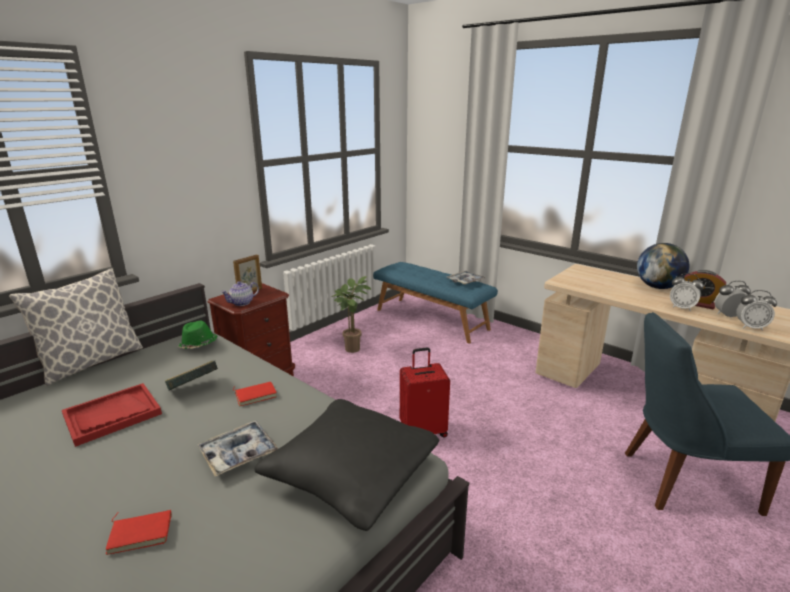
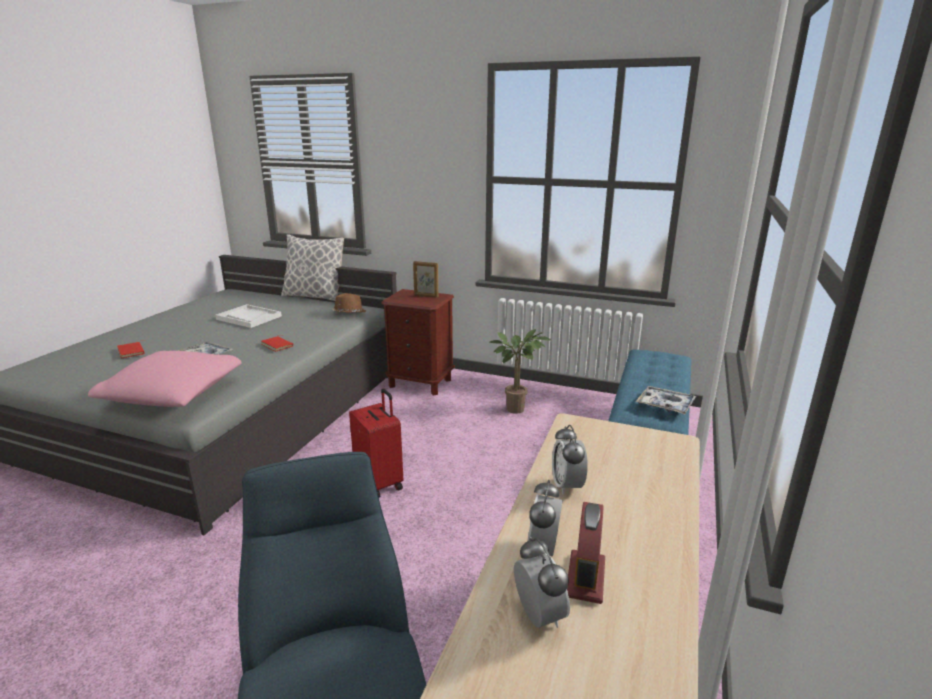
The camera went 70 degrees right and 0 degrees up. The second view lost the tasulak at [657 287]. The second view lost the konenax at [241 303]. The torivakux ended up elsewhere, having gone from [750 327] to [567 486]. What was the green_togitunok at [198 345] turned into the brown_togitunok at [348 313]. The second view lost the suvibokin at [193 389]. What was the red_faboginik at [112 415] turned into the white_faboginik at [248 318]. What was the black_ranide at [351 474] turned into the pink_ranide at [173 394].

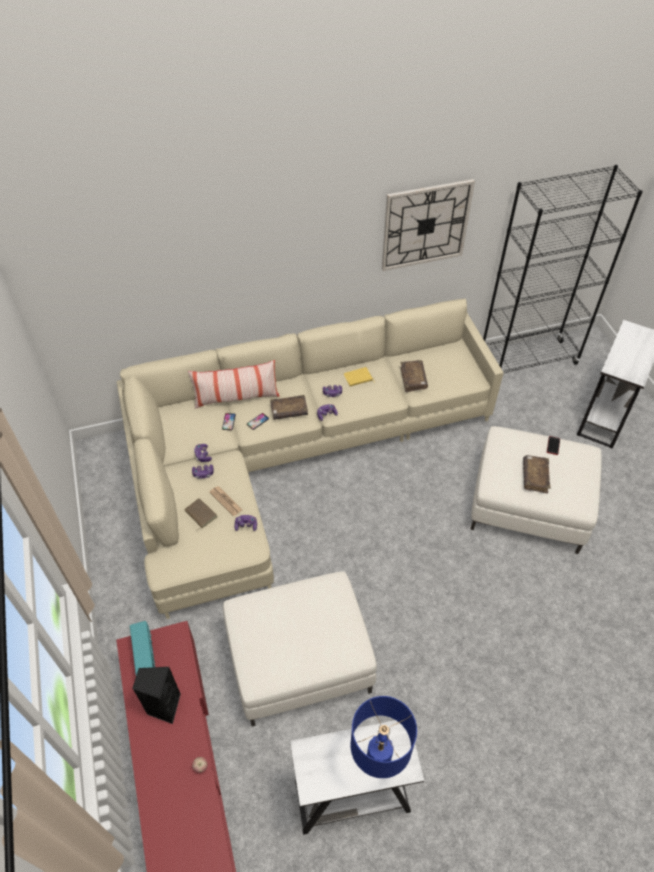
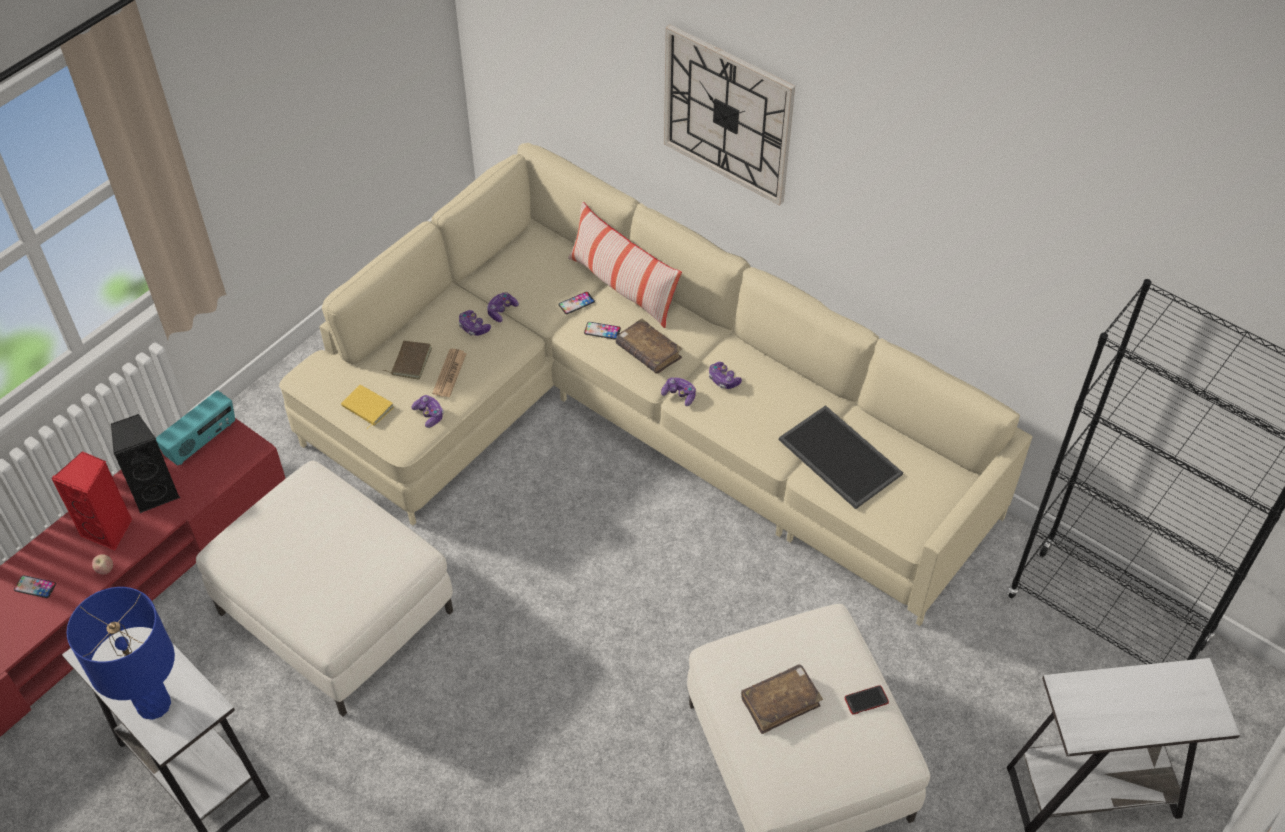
The camera went 55 degrees right and 0 degrees up. The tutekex ended up elsewhere, having gone from [425 225] to [727 114]. Where the brown_suvibokin stood at [413 379], the faboginik came to stand at [837 457]. The yellow_suvibokin ended up elsewhere, having gone from [358 378] to [366 408]. The second view gained the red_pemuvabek at [109 530]. The second view gained the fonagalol at [35 587].

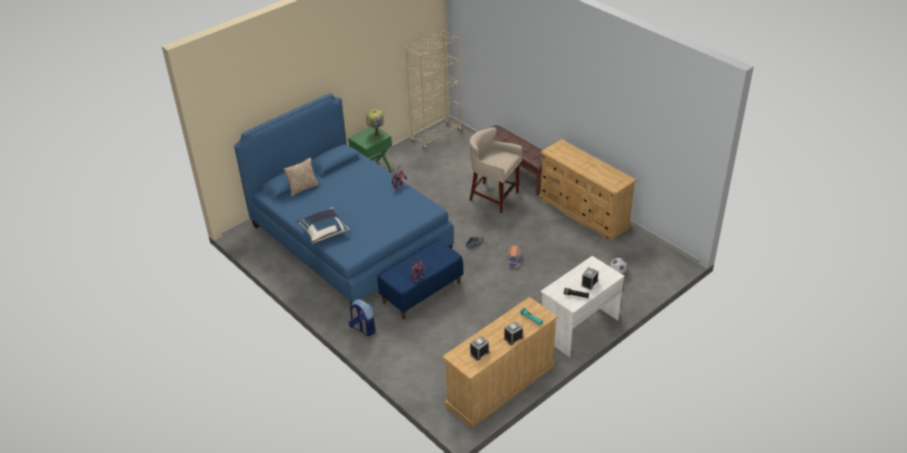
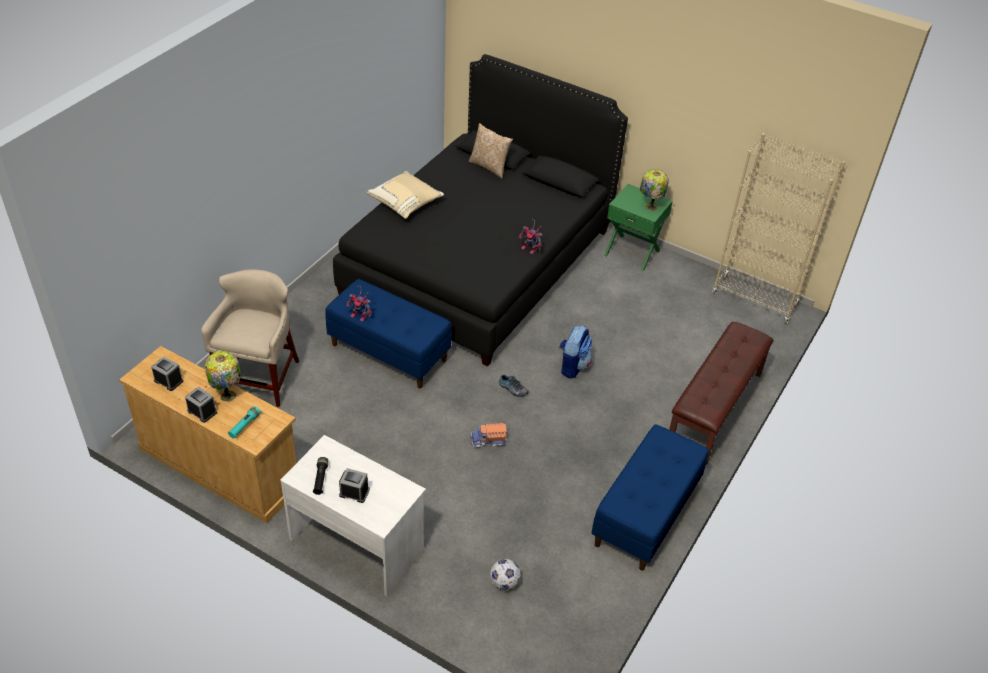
The camera went 70 degrees right and 5 degrees up. What was the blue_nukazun at [349 238] turned into the black_nukazun at [478 262]. The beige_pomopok ended up elsewhere, having gone from [494 197] to [261 379]. Where the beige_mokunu stood at [584 213], the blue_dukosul came to stand at [646 515]. What was the blue_ranide at [324 231] turned into the beige_ranide at [405 203]. The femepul ended up elsewhere, having gone from [363 329] to [572 366]. The second view gained the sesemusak at [228 395].

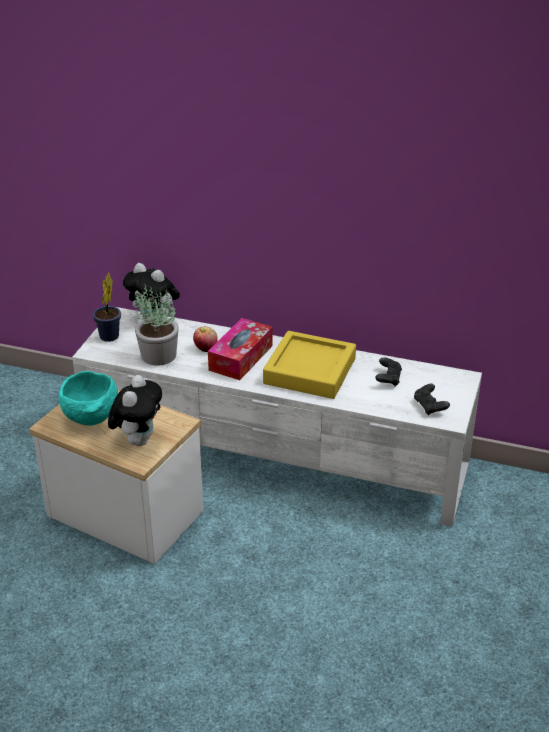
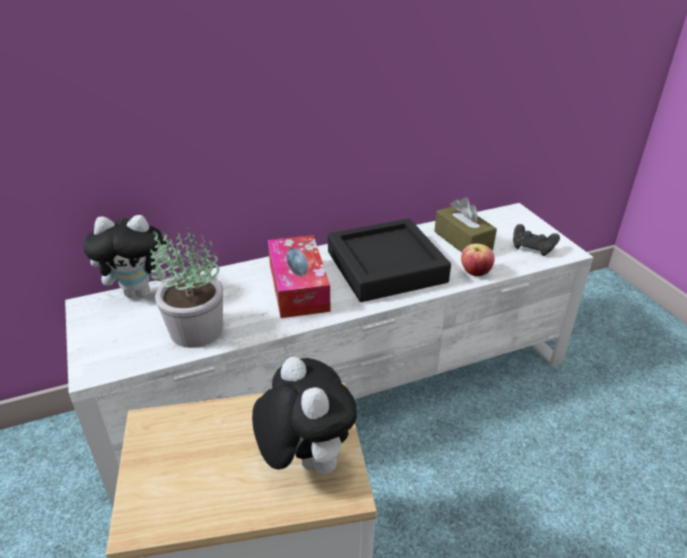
The camera went 40 degrees left and 0 degrees up. The second view lost the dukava at [108 338]. The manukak ended up elsewhere, having gone from [206 349] to [475 273]. What was the yellow_faboginik at [310 371] turned into the black_faboginik at [386 267]. Where the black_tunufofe stood at [388 379], the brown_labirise came to stand at [463 241]. The second view lost the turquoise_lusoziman at [92 418].

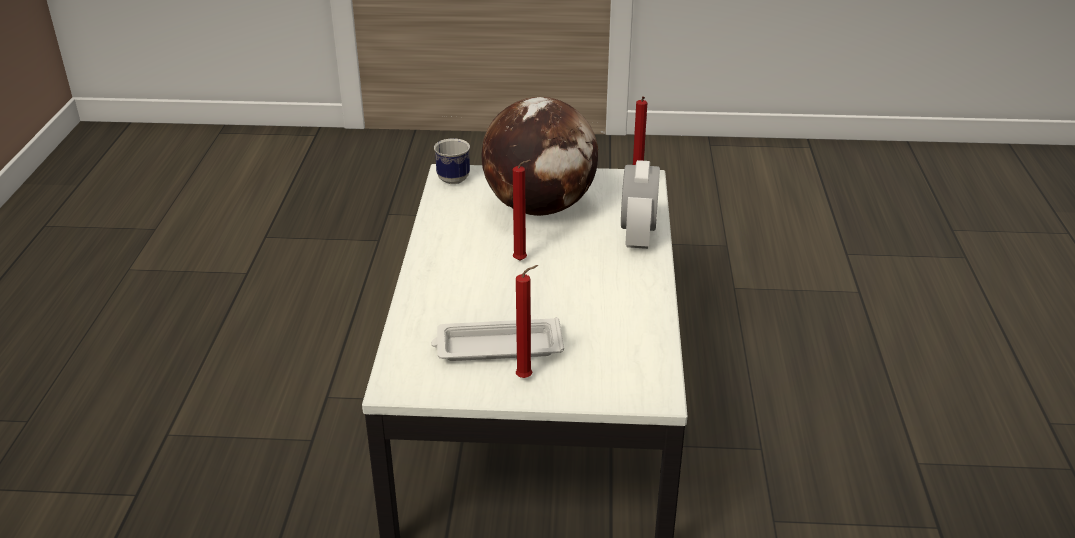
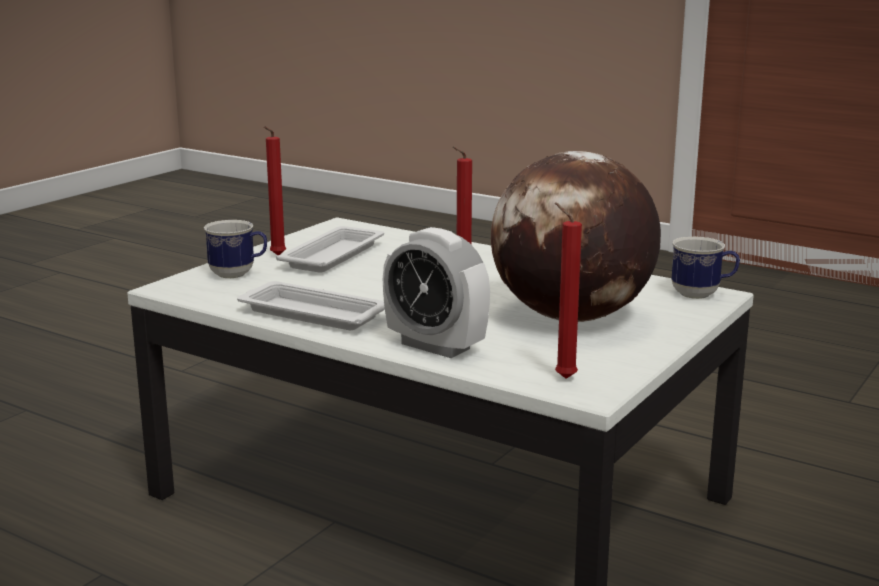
The camera went 120 degrees right and 15 degrees down. The second view gained the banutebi at [238 274]. The second view gained the white_faboginik at [311 314].

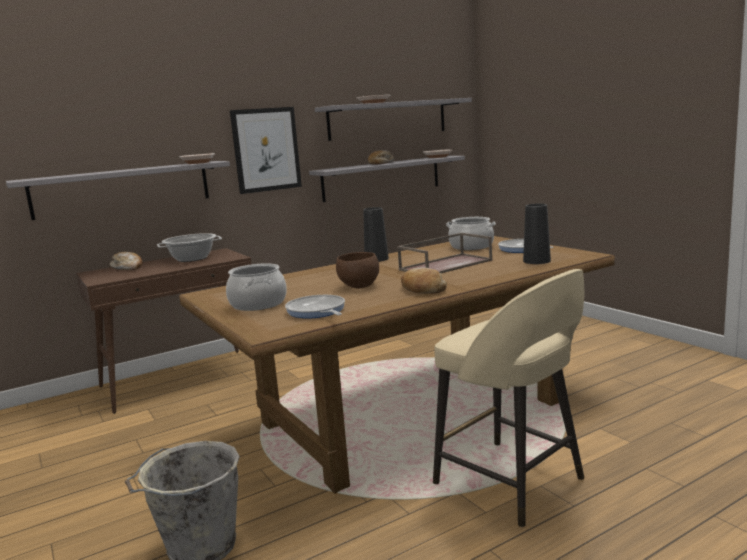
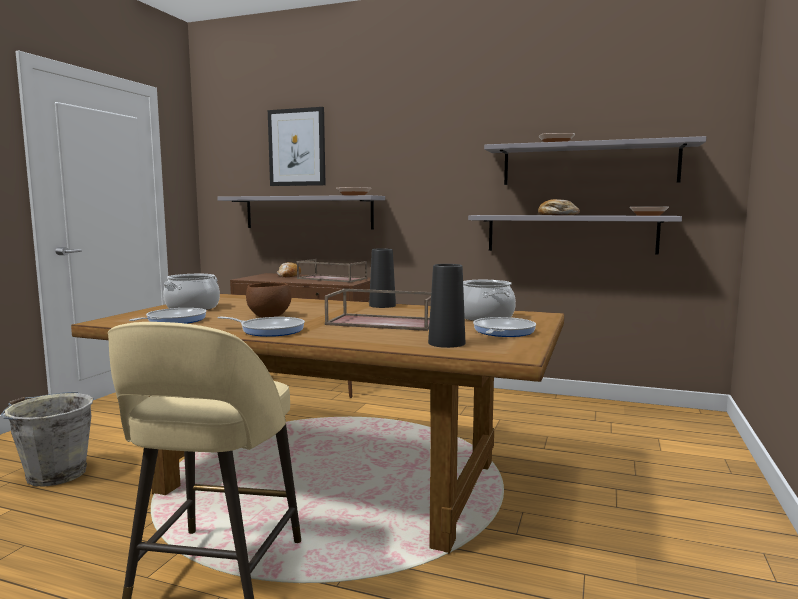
The camera went 50 degrees right and 5 degrees down. The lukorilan ended up elsewhere, having gone from [266 150] to [297 147]. Where the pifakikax stood at [192 259], the brown_faboginik came to stand at [331 278]. Where the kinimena stood at [422 289], the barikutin came to stand at [269 330].

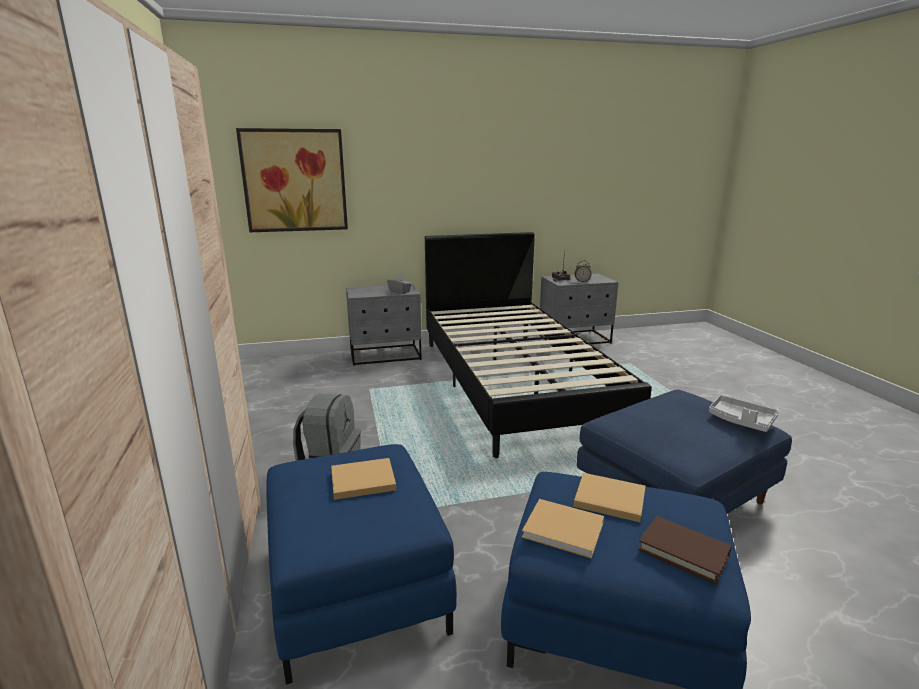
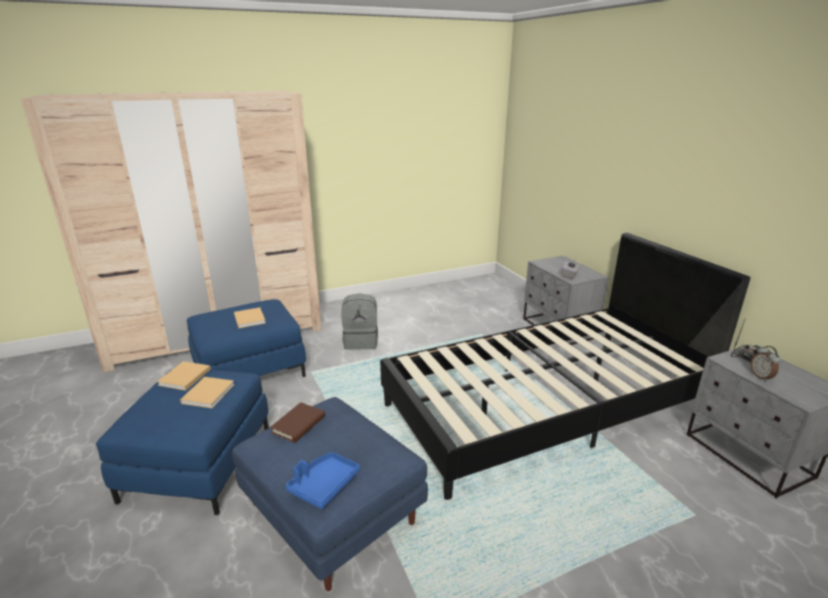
The camera went 80 degrees right and 5 degrees up. The second view lost the lukorilan at [294 181]. What was the grey_faboginik at [741 421] turned into the blue_faboginik at [324 485]. The brown_suvibokin ended up elsewhere, having gone from [683 552] to [298 424].

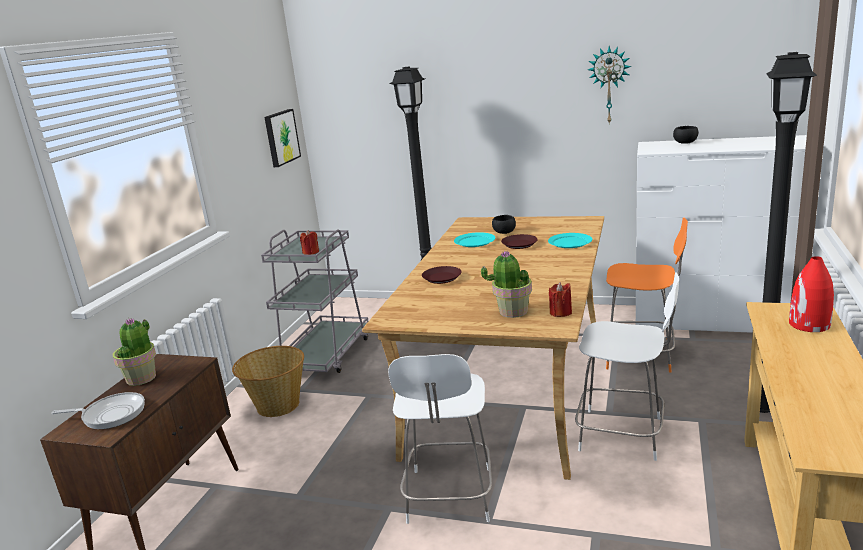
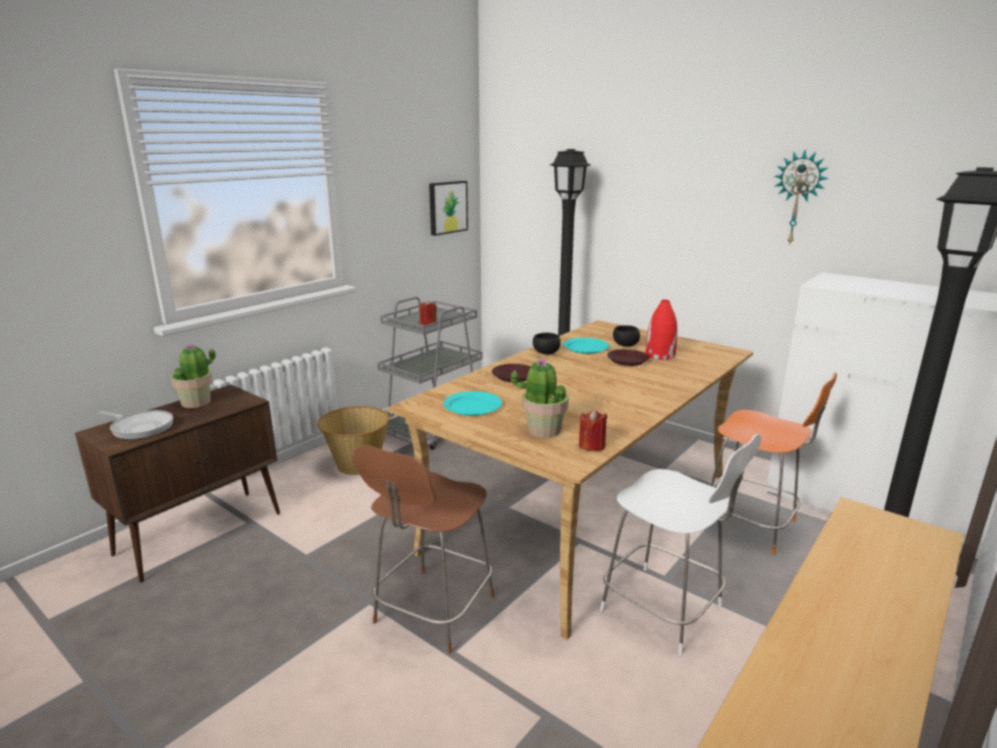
The camera went 20 degrees right and 0 degrees up. The black_lusoziman ended up elsewhere, having gone from [686 143] to [546 353]. The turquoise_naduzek ended up elsewhere, having gone from [570 242] to [473 406]. The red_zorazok ended up elsewhere, having gone from [809 324] to [660 355]. What was the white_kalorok at [449 498] turned into the brown_kalorok at [432 612].

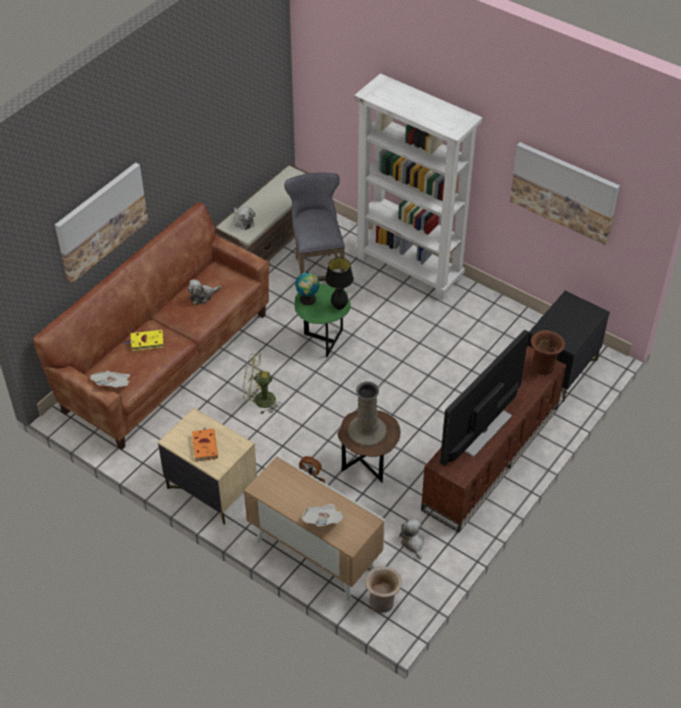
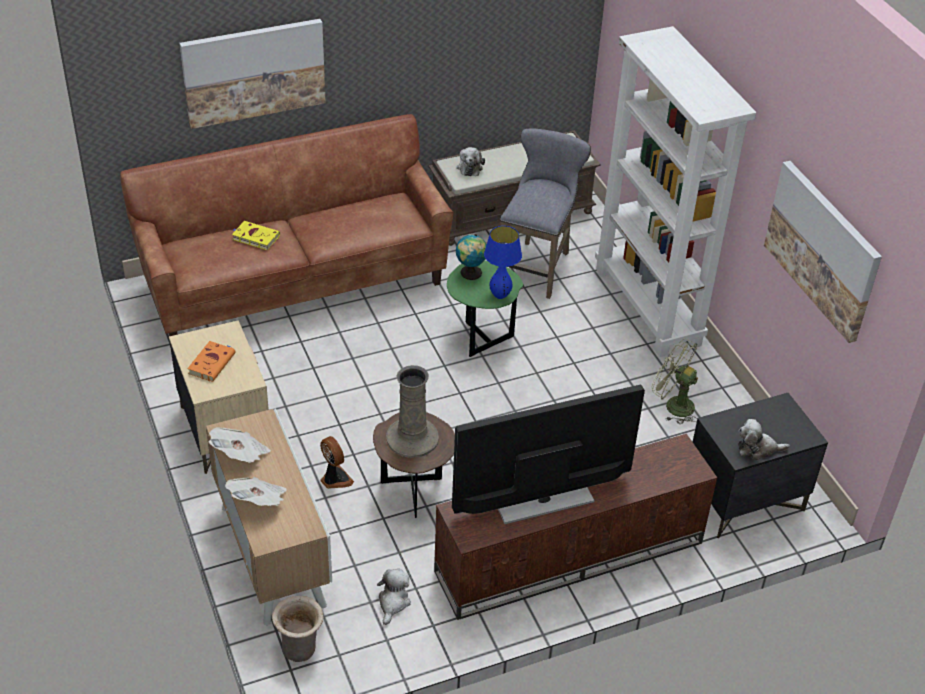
The camera went 30 degrees right and 5 degrees down. What was the black_sesemusak at [339 307] turned into the blue_sesemusak at [500 295]. The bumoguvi ended up elsewhere, having gone from [203 296] to [757 449]. The second view lost the brown_zorazok at [543 366]. The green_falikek ended up elsewhere, having gone from [259 400] to [673 405]. The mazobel ended up elsewhere, having gone from [113 385] to [240 455].

